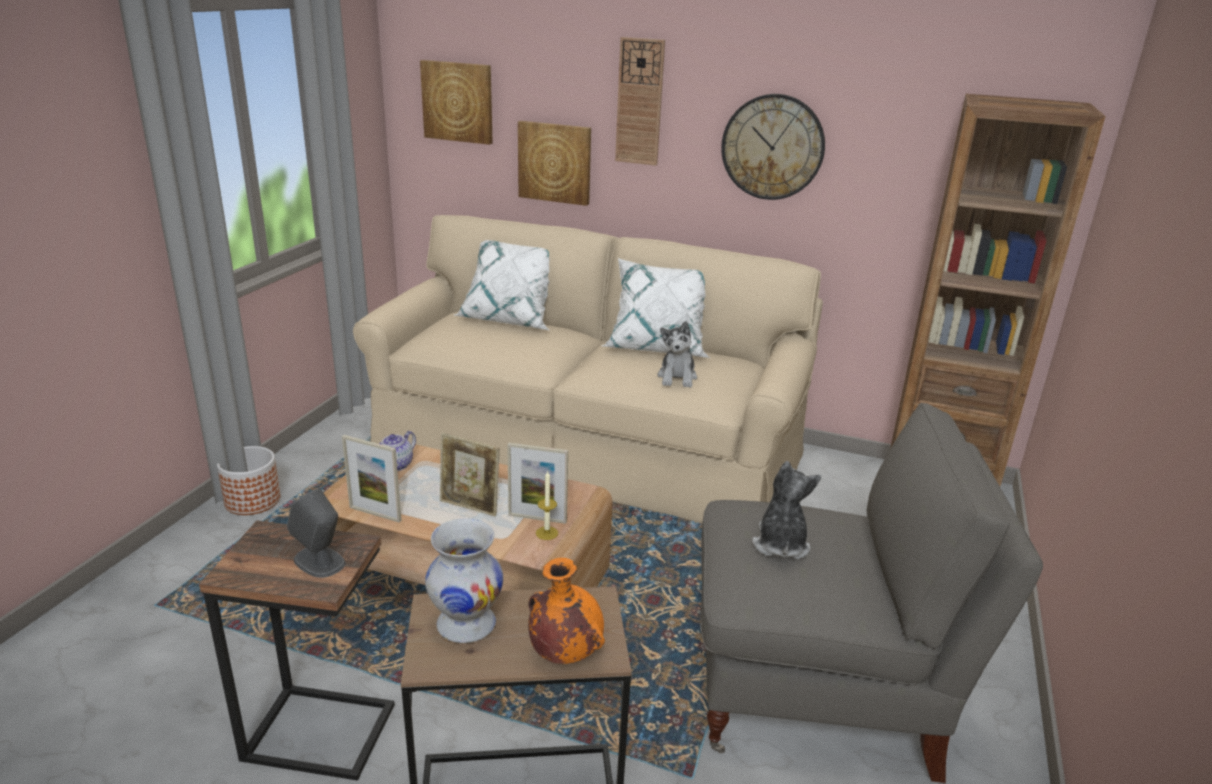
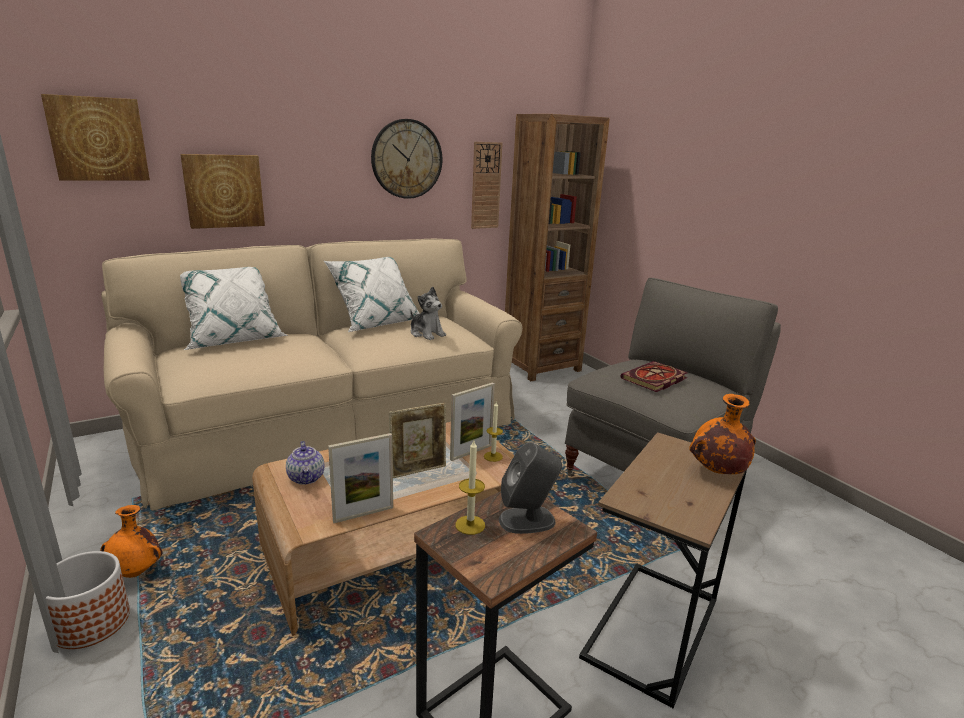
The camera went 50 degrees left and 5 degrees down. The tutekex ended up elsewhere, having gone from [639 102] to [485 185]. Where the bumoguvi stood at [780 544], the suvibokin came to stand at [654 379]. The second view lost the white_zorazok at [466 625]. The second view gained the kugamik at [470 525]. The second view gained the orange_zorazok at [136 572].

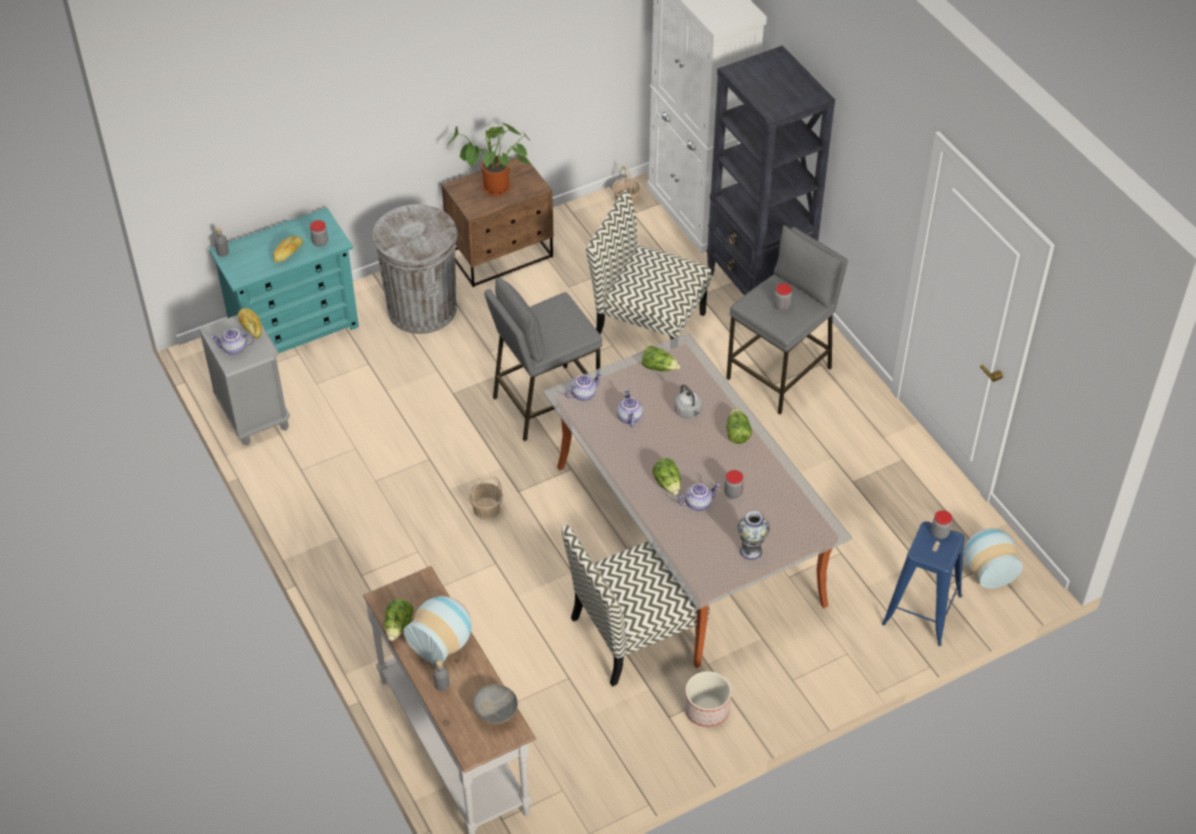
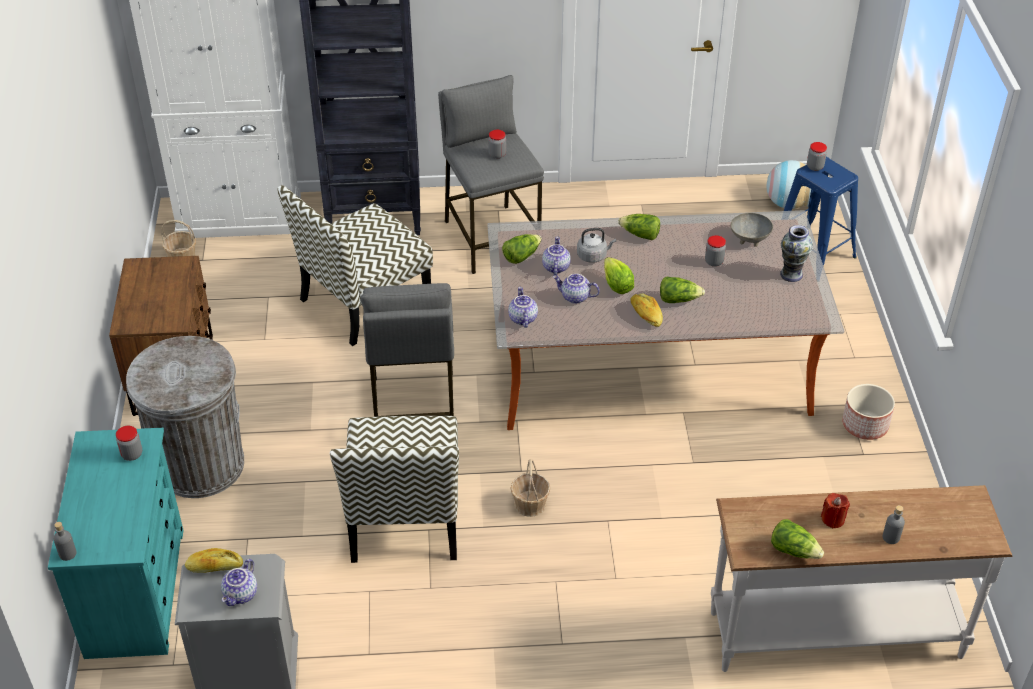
The camera went 65 degrees left and 5 degrees down. The second view lost the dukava at [494 190]. The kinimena ended up elsewhere, having gone from [288 253] to [645 315]. The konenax ended up elsewhere, having gone from [698 503] to [555 267]. The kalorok ended up elsewhere, having gone from [634 634] to [405 518]. Where the zorazok stood at [443 643], the red_kugamik came to stand at [833 519]. The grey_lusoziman ended up elsewhere, having gone from [496 714] to [750 238]. The second view gained the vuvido at [617 286].

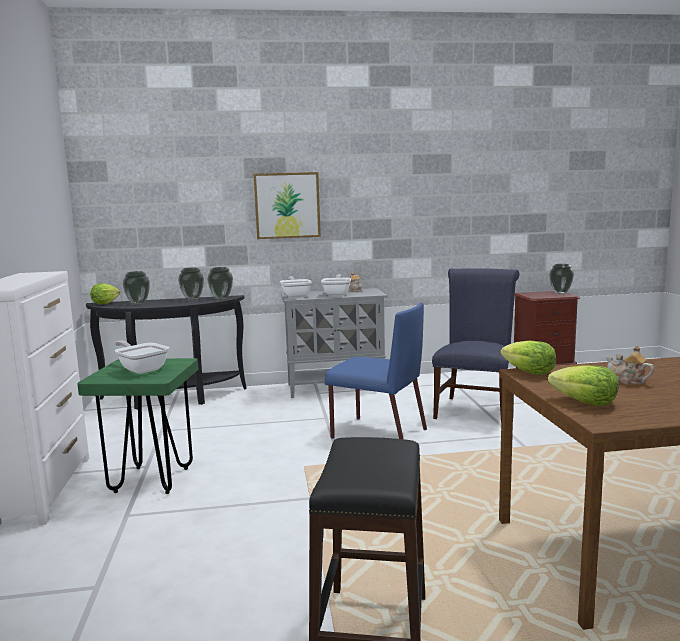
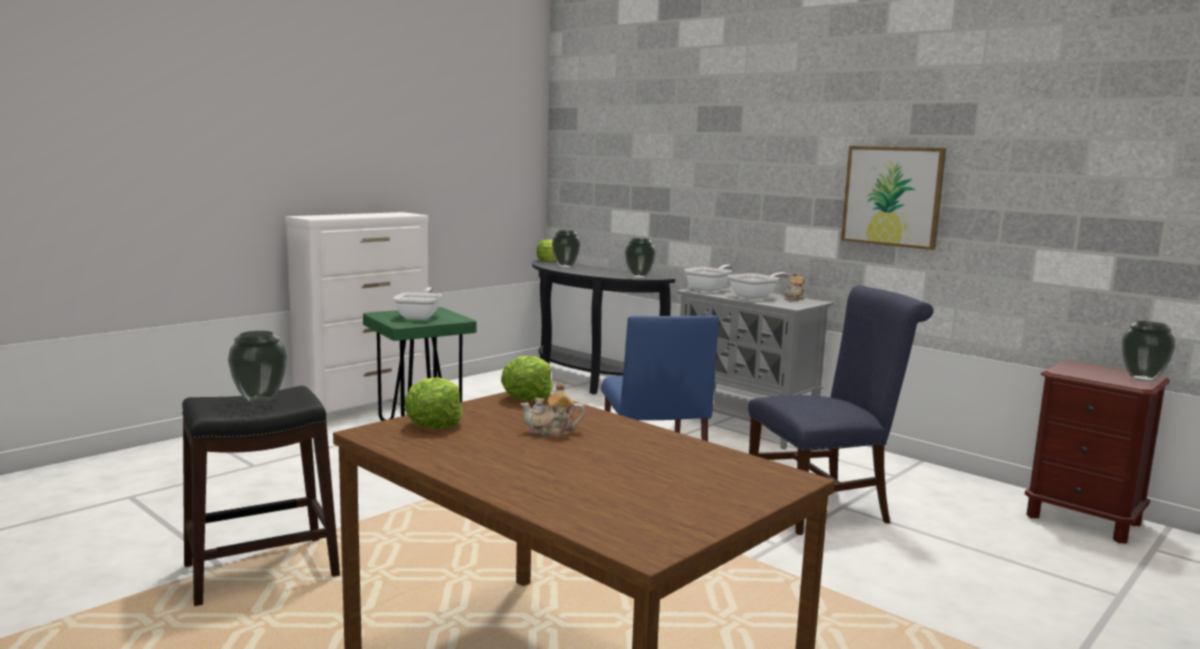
The camera went 50 degrees right and 0 degrees up. The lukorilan ended up elsewhere, having gone from [287 205] to [892 196]. The zorazok ended up elsewhere, having gone from [193 299] to [260 400]. The konenax at [627 380] ended up facing another way, 105 degrees counterclockwise from before.

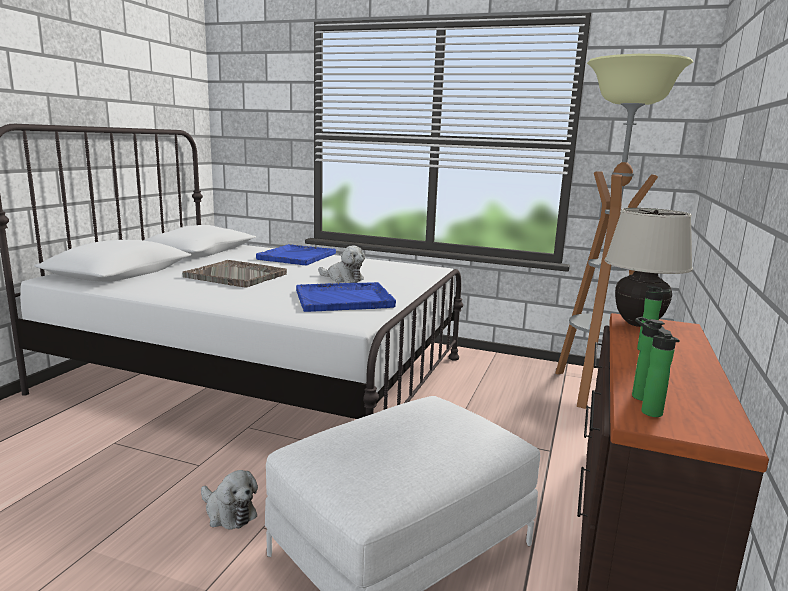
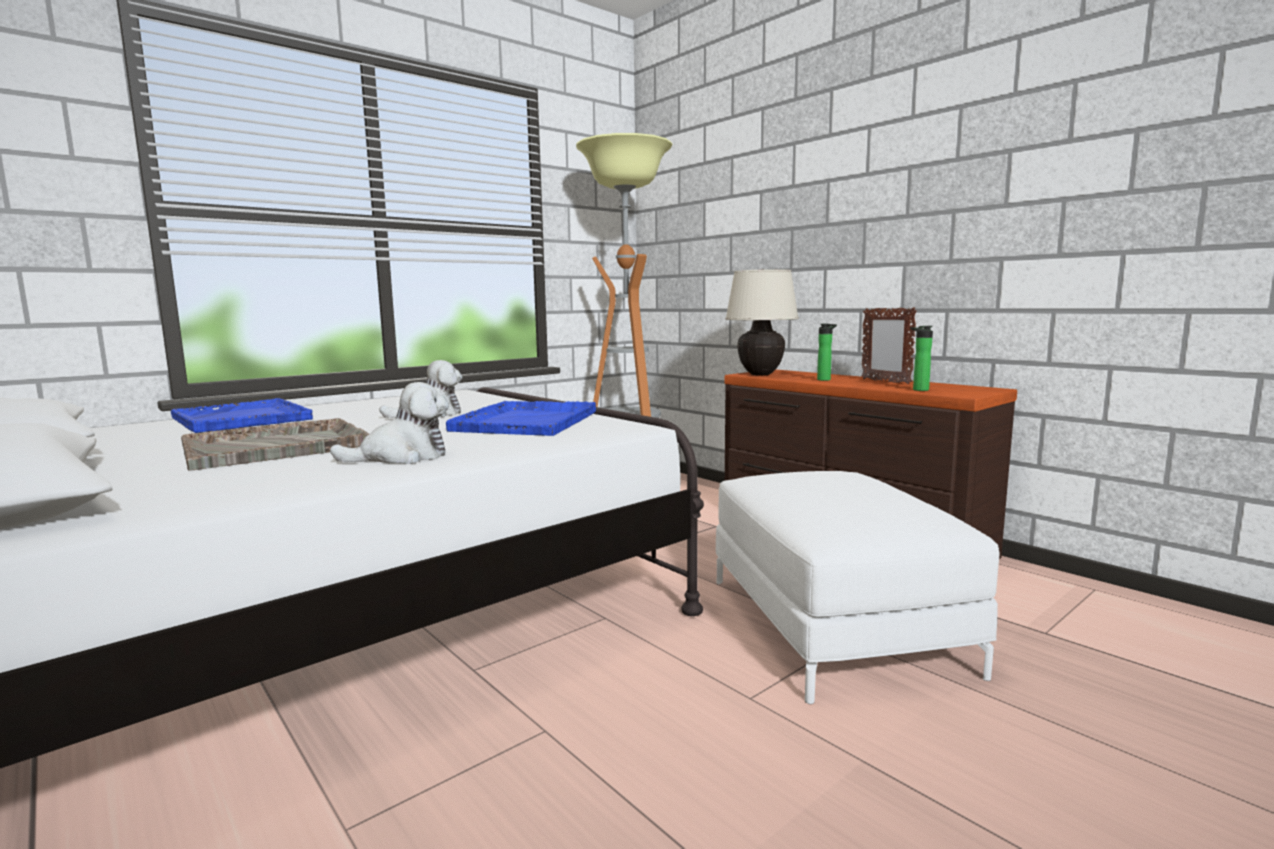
The camera went 60 degrees left and 5 degrees down. The second view lost the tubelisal at [653 414]. The bumoguvi ended up elsewhere, having gone from [228 513] to [401 457]. The second view gained the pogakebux at [885 381].

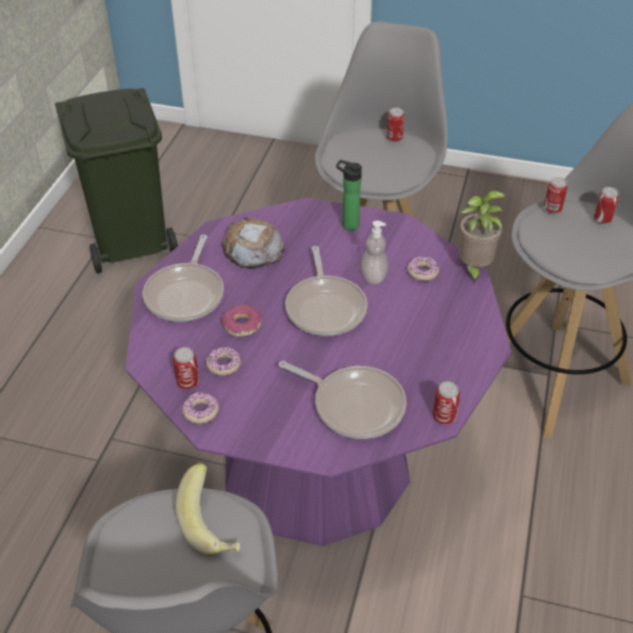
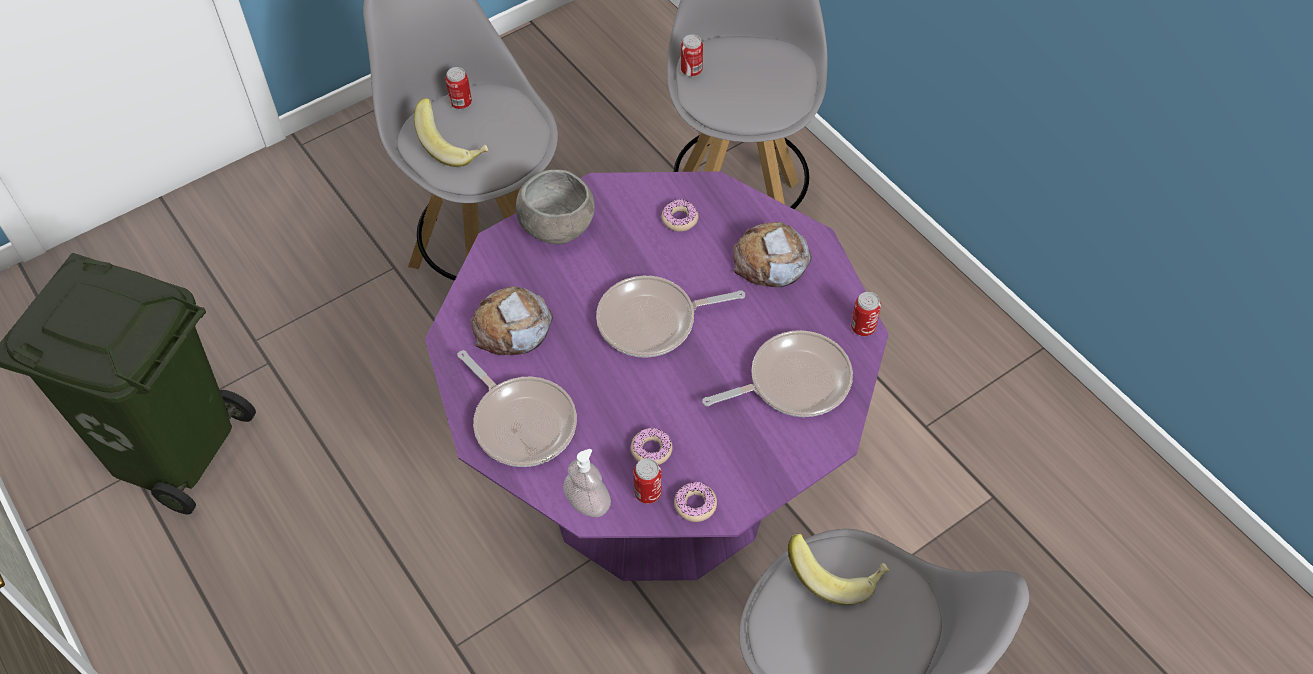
The camera went 50 degrees left and 10 degrees up. Where the tubelisal stood at [347 225], the grey_lusoziman came to stand at [556 228]. The second view lost the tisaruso at [602 219]. The second view lost the dukava at [473 269]. The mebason ended up elsewhere, having gone from [373 276] to [588 503]. The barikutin at [325 307] ended up facing another way, 135 degrees clockwise from before. The second view lost the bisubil at [242 325]. The second view gained the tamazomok at [453 146]. The second view gained the kinimena at [770 260].

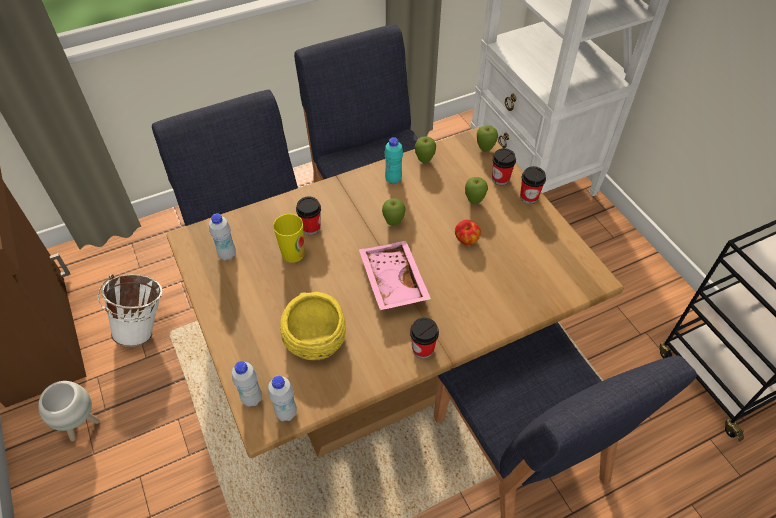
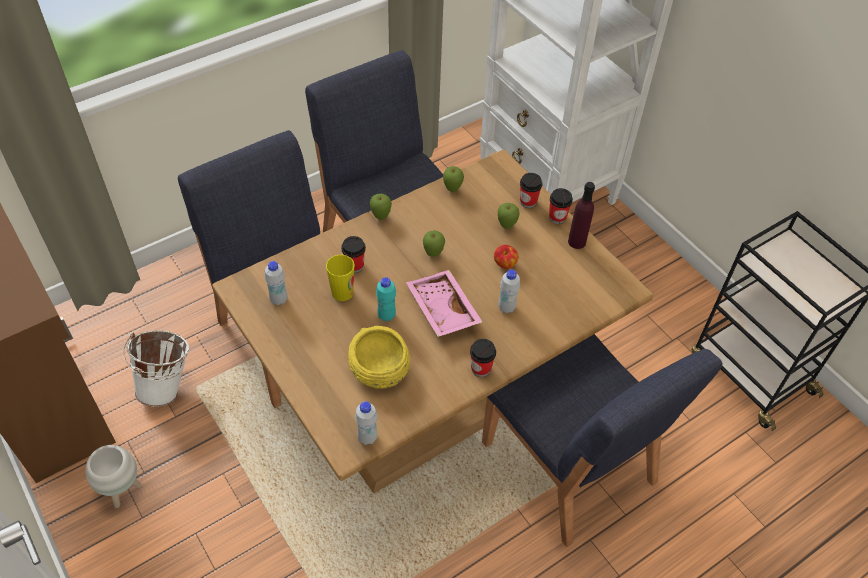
The camera went 10 degrees left and 0 degrees up. The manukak ended up elsewhere, having gone from [485 149] to [381 217]. The turquoise_tubelisal ended up elsewhere, having gone from [393 179] to [386 316]. The white_tubelisal ended up elsewhere, having gone from [252 399] to [506 308]. The second view gained the purple_tubelisal at [576 242].

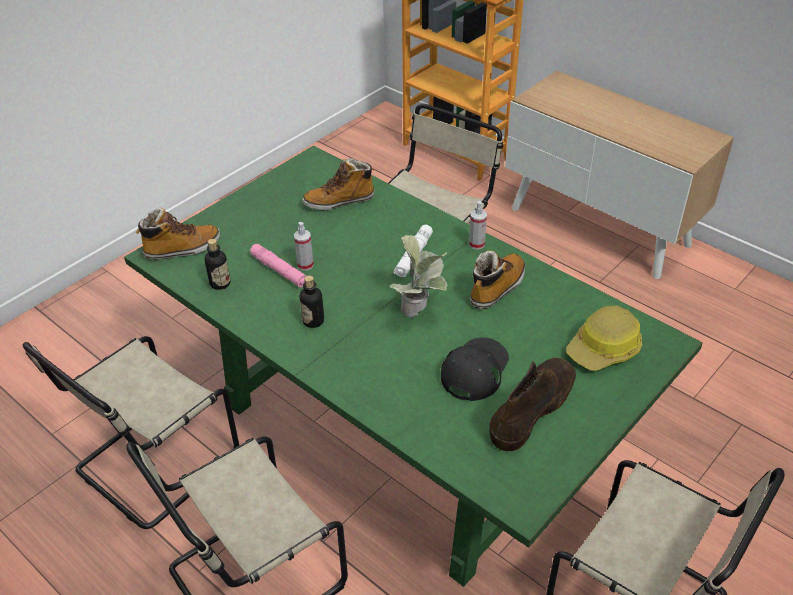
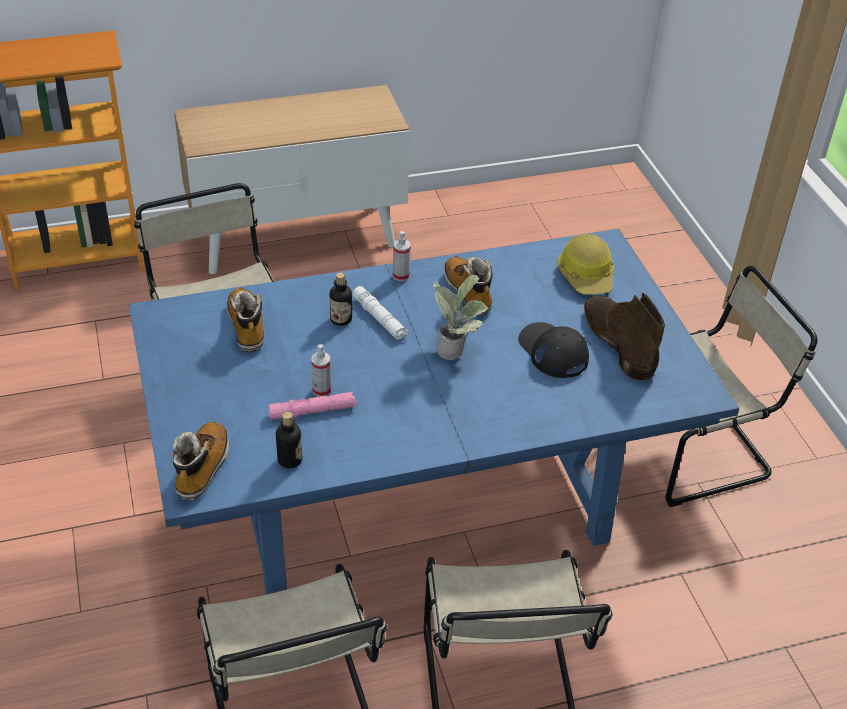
The camera went 60 degrees left and 0 degrees up. What was the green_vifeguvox at [396 430] turned into the blue_vifeguvox at [414 501]. The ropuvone at [339 201] ended up facing another way, 150 degrees clockwise from before. The tubelisal ended up elsewhere, having gone from [313 321] to [341 319].

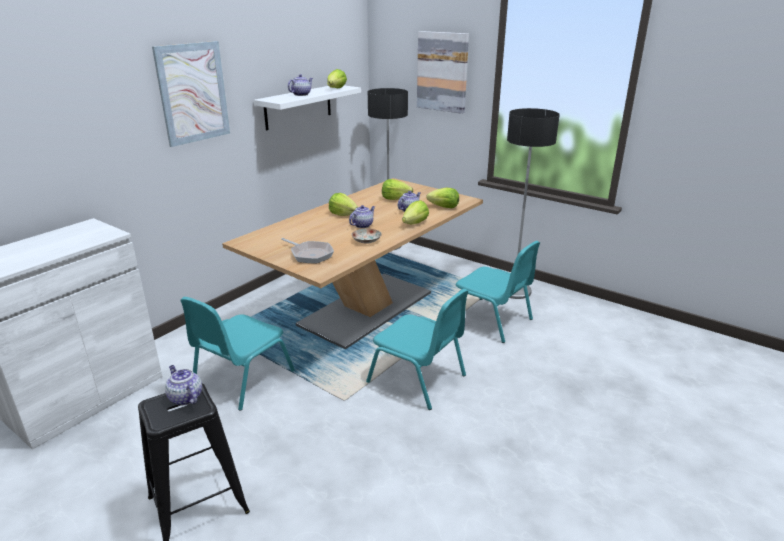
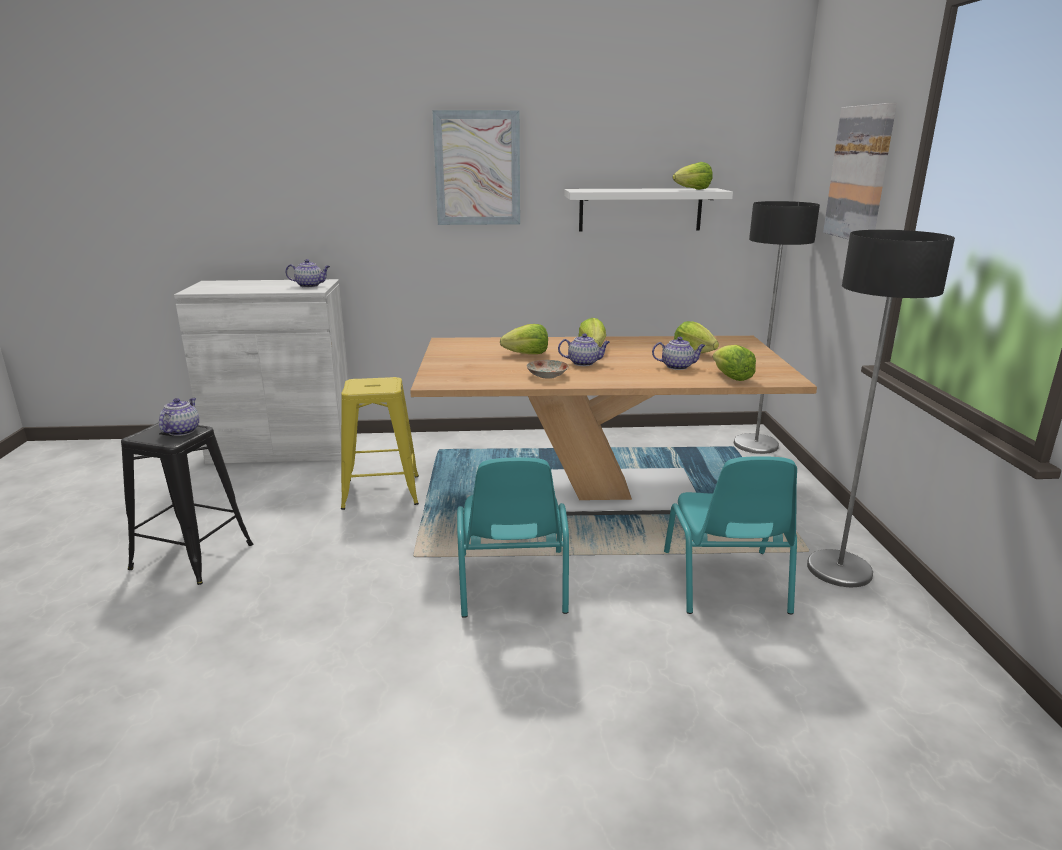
The camera went 50 degrees right and 5 degrees down. The konenax ended up elsewhere, having gone from [301 94] to [310 286]. The vuvido ended up elsewhere, having gone from [415 223] to [527 354]. The second view lost the barikutin at [310 254]. Where the turquoise_kalorok stood at [241 379], the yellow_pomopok came to stand at [381 492].

